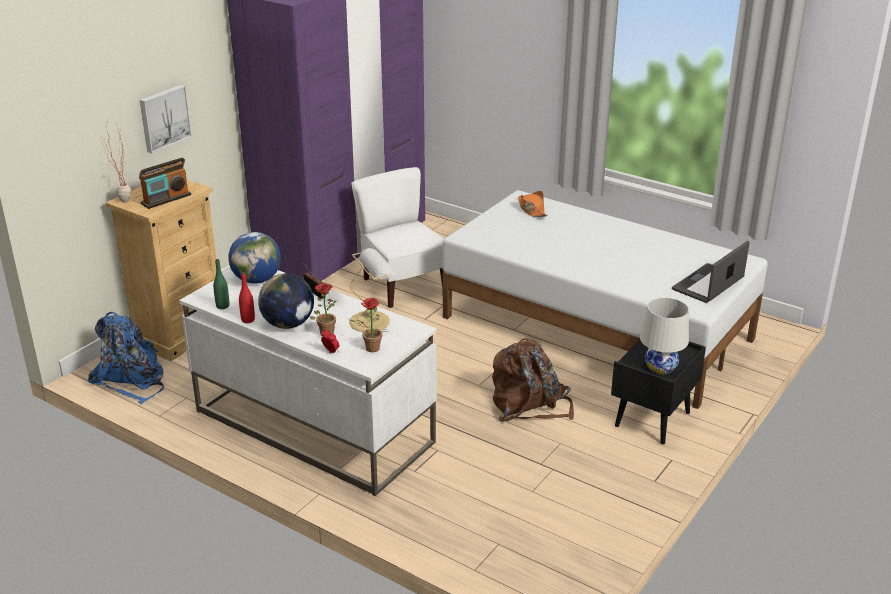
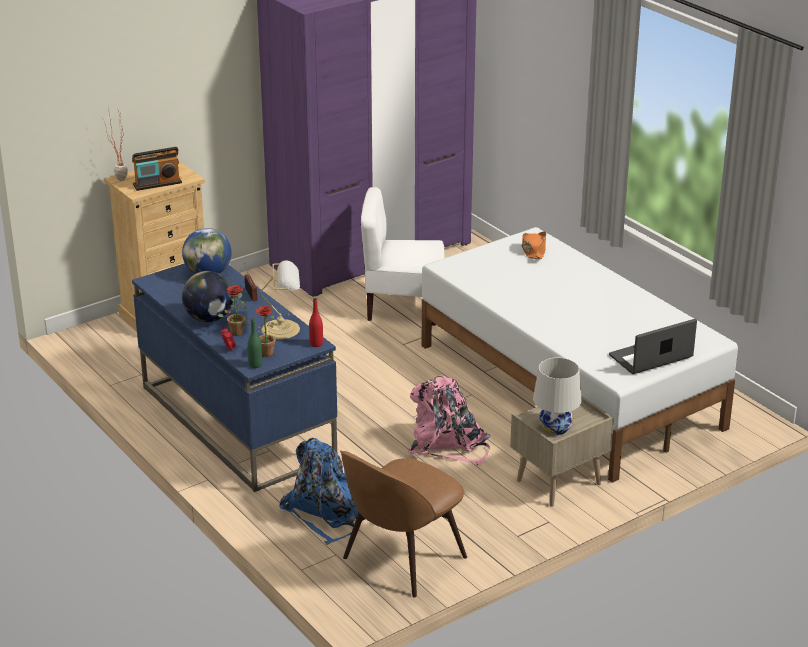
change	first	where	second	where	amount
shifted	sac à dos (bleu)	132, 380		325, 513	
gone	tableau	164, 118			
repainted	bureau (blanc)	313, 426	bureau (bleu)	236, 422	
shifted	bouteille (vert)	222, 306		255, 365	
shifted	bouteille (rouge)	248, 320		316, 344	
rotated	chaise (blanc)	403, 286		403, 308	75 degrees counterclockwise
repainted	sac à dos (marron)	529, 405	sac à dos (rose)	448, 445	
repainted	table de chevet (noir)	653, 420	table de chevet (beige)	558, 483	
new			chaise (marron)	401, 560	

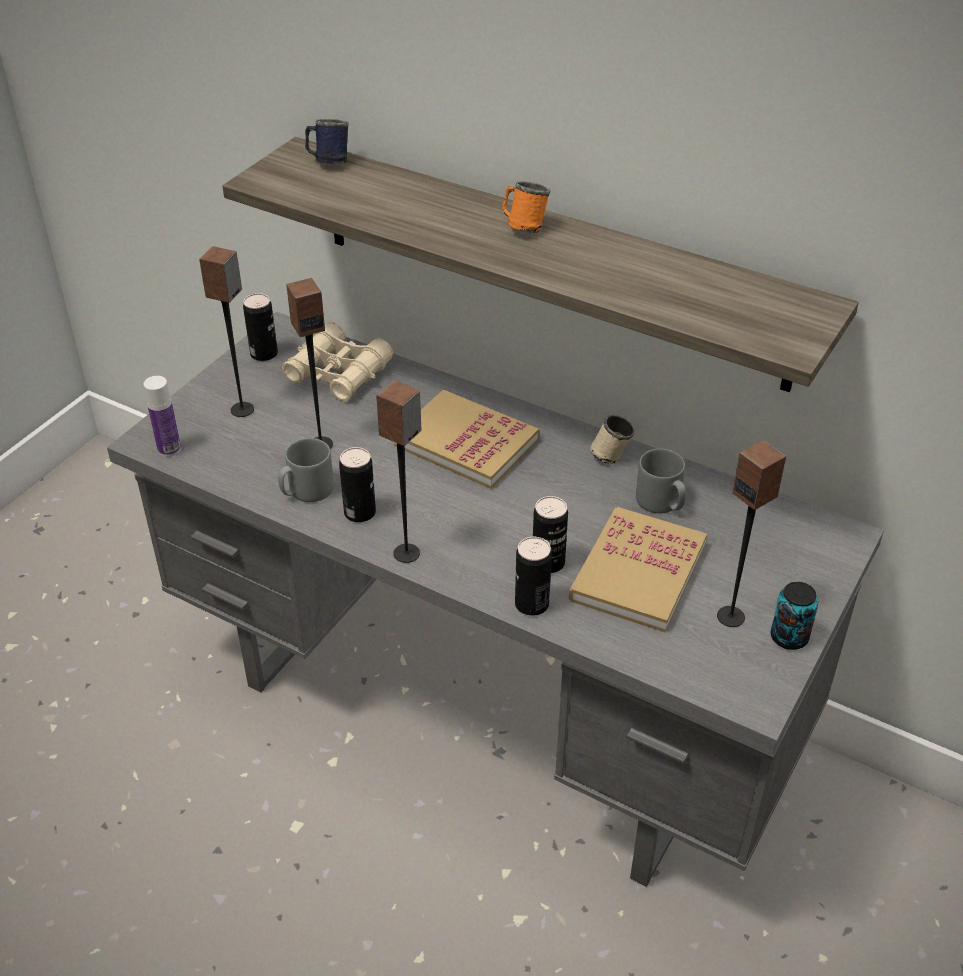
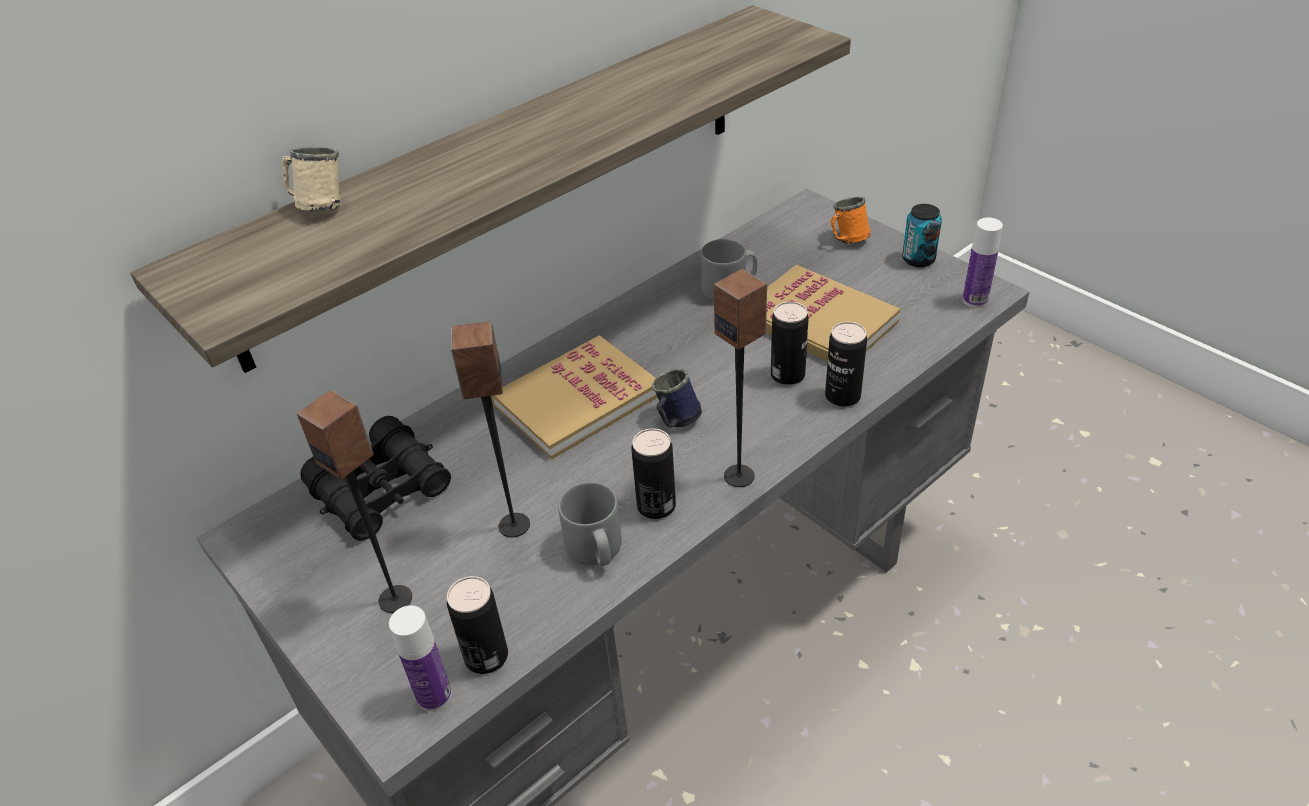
change	first	where	second	where	amount
shifted	boîte métallique	264, 354		486, 656	
repainted	jumelles (beige)	338, 373	jumelles (noir)	381, 490	
shifted	mug (bleu)	328, 162		675, 422	
shifted	mug (orange)	523, 227		846, 241	
shifted	mug (beige)	610, 453		318, 206	
gone	enceinte	731, 616			
new			bouteille	975, 300	

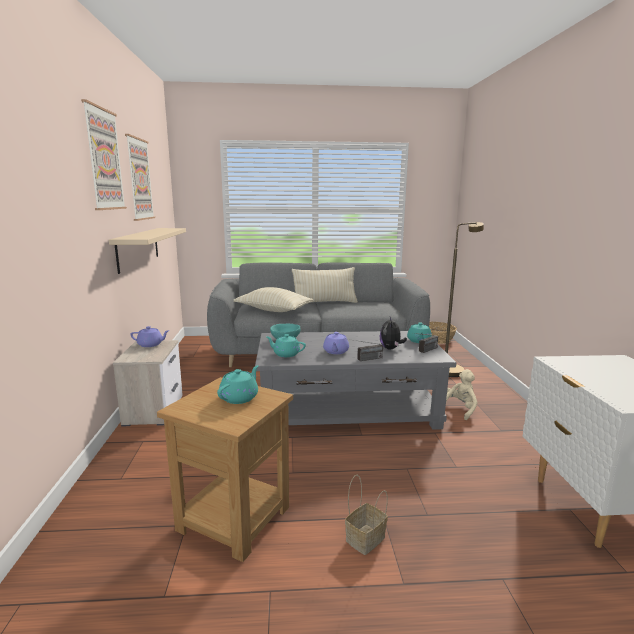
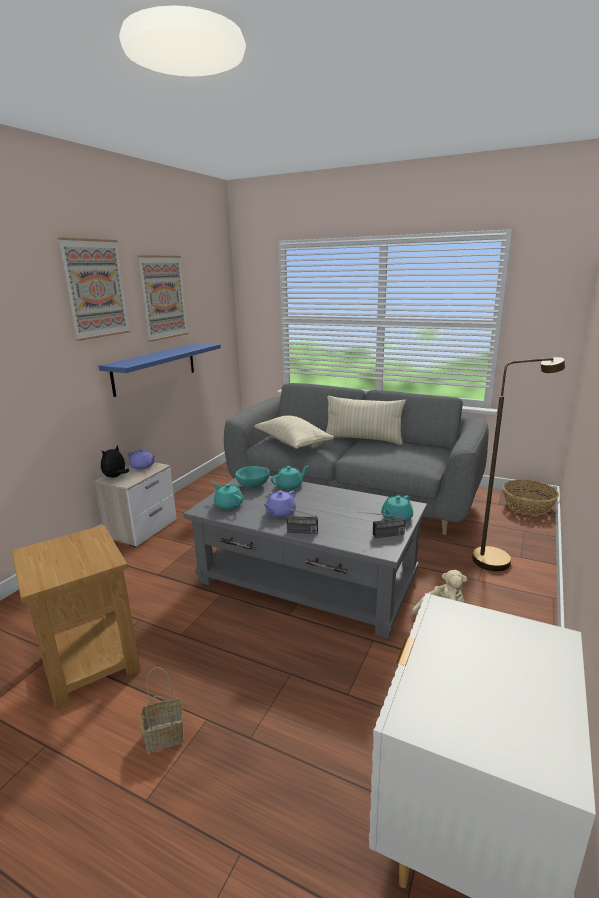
change	first	where	second	where	amount
repainted	étagère (beige)	138, 248	étagère (bleu)	155, 368	
shifted	théière (turquoise)	239, 397		290, 485	
shifted	peluche	391, 348		115, 477	

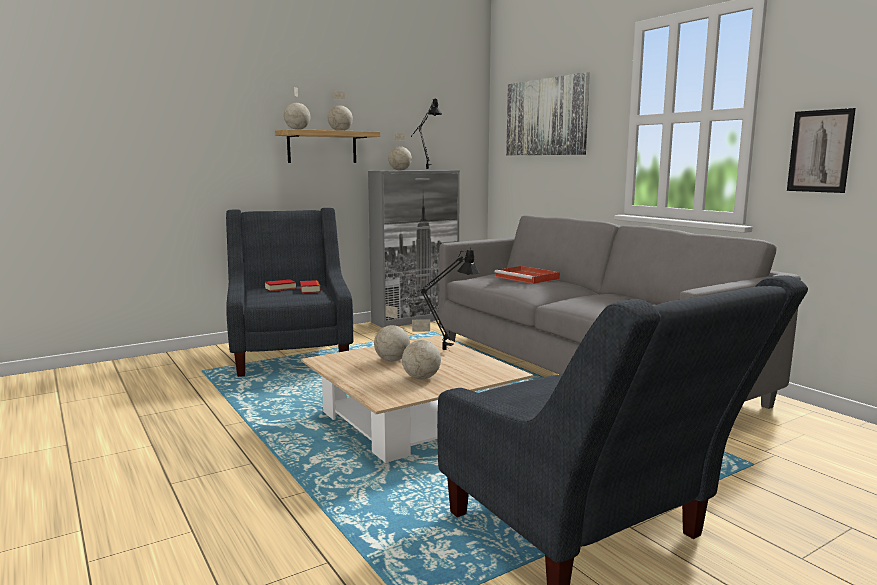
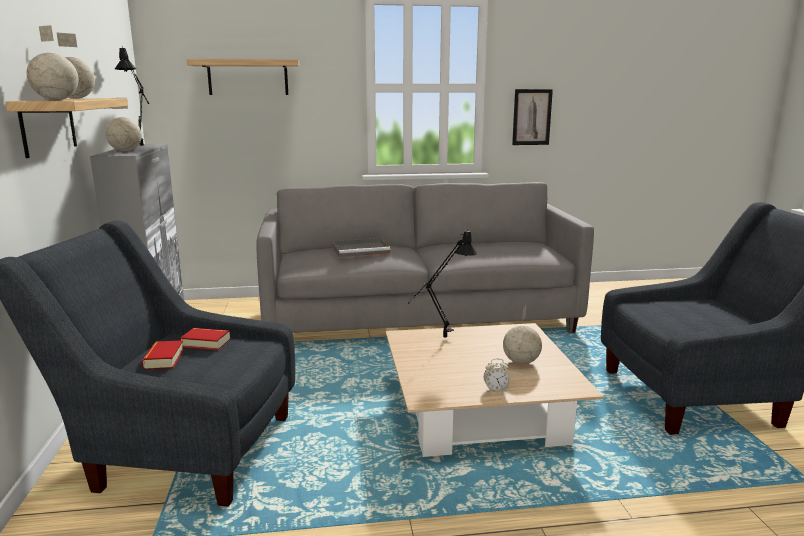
change	first	where	second	where	amount
gone	globe	392, 360			
repainted	plateau (rouge)	528, 278	plateau (gris)	361, 250	
swapped	tableau	546, 117	étagère	248, 78	
new			réveil	496, 389	

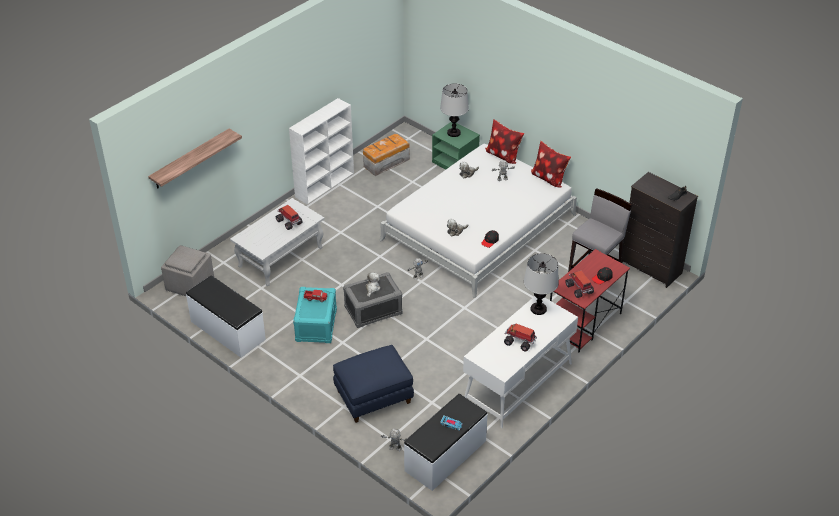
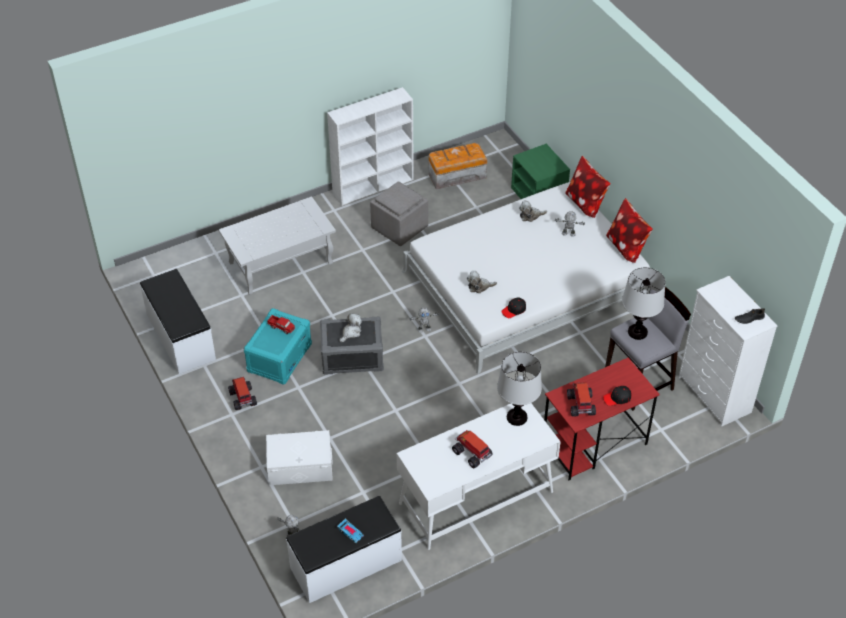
change	first	where	second	where	amount
gone	étagère	190, 159			
shifted	pouf (gris)	190, 284		399, 227	
shifted	camion jouet	289, 222		243, 399	
swapped	pouf (bleu)	373, 397	boîte de rangement (blanc)	300, 466	
shifted	lampe de table	454, 133		637, 332	
repainted	commode (noir)	651, 268	commode (blanc)	714, 395	

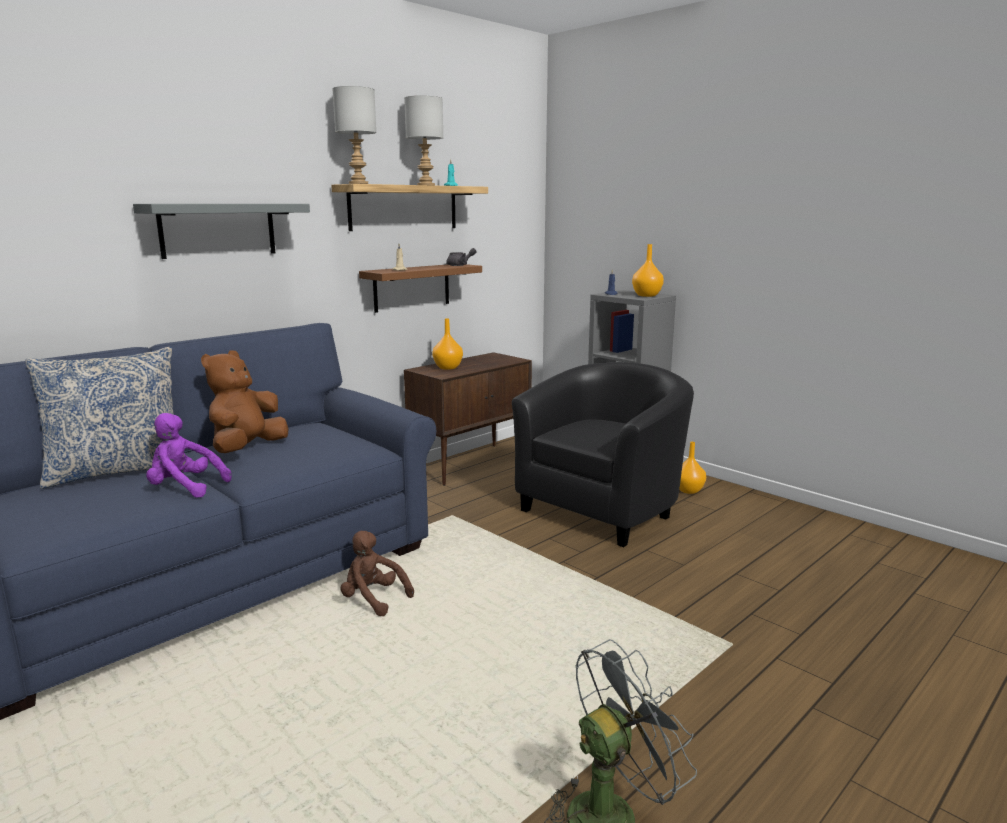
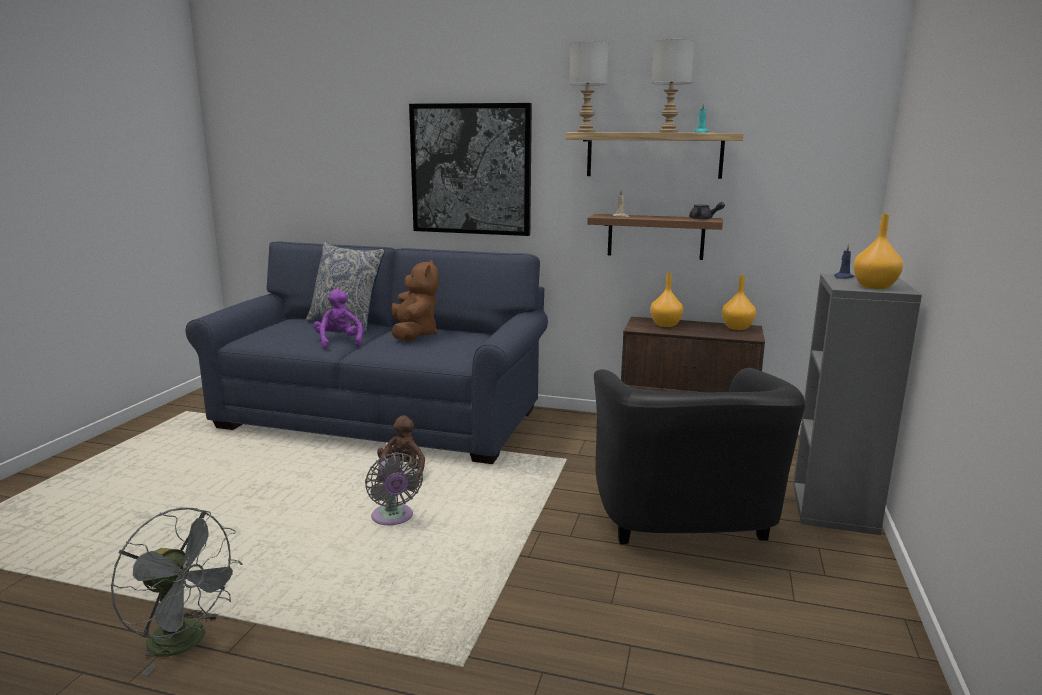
change	first	where	second	where	amount
swapped	étagère (gris)	218, 230	tableau	471, 169	
rotated	peluche (marron)	247, 449		414, 334	90 degrees clockwise
rotated	fauteuil (noir)	604, 509		684, 525	75 degrees clockwise
shifted	vase (orange)	688, 490		736, 327	
new			ventilateur (gris)	393, 518	

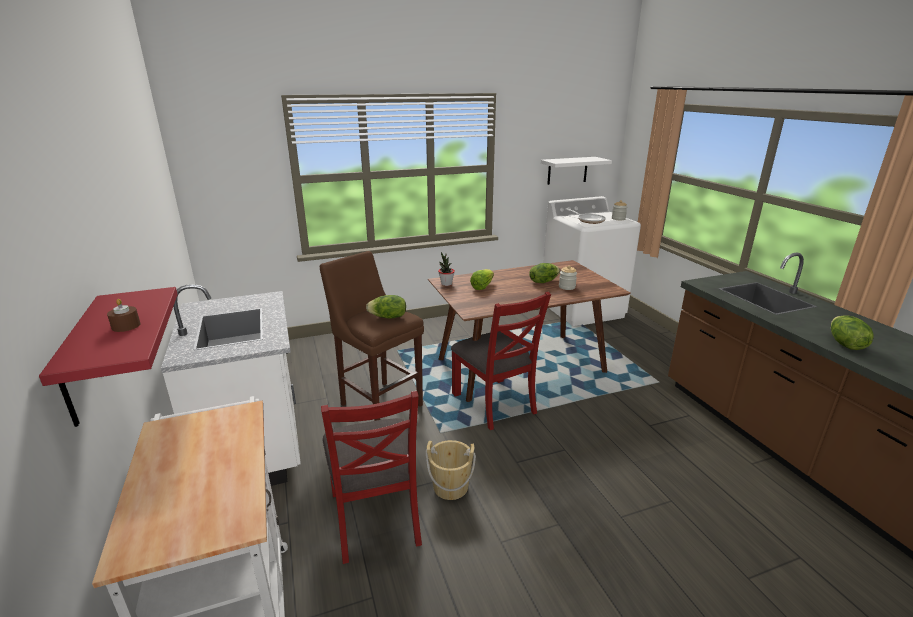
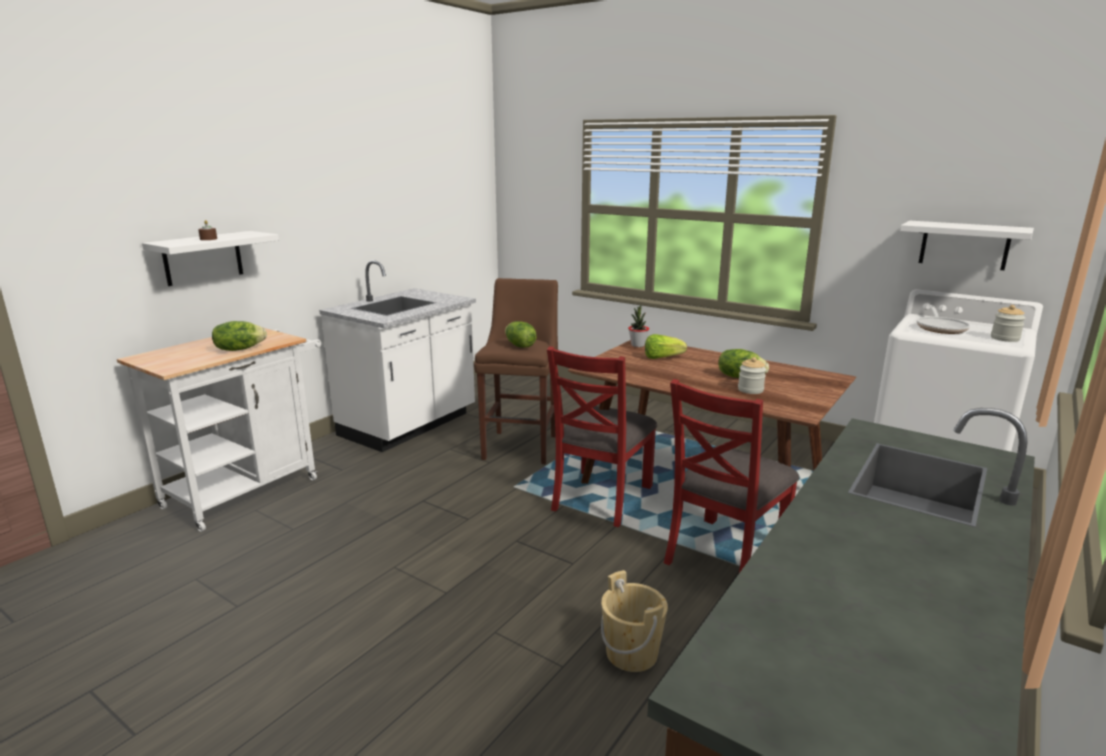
change	first	where	second	where	amount
repainted	étagère (rouge)	83, 360	étagère (blanc)	203, 258	
shifted	chaise (rouge)	376, 517		724, 555	
shifted	seau (beige)	450, 487		631, 653	
shifted	laitue	844, 344		239, 349	

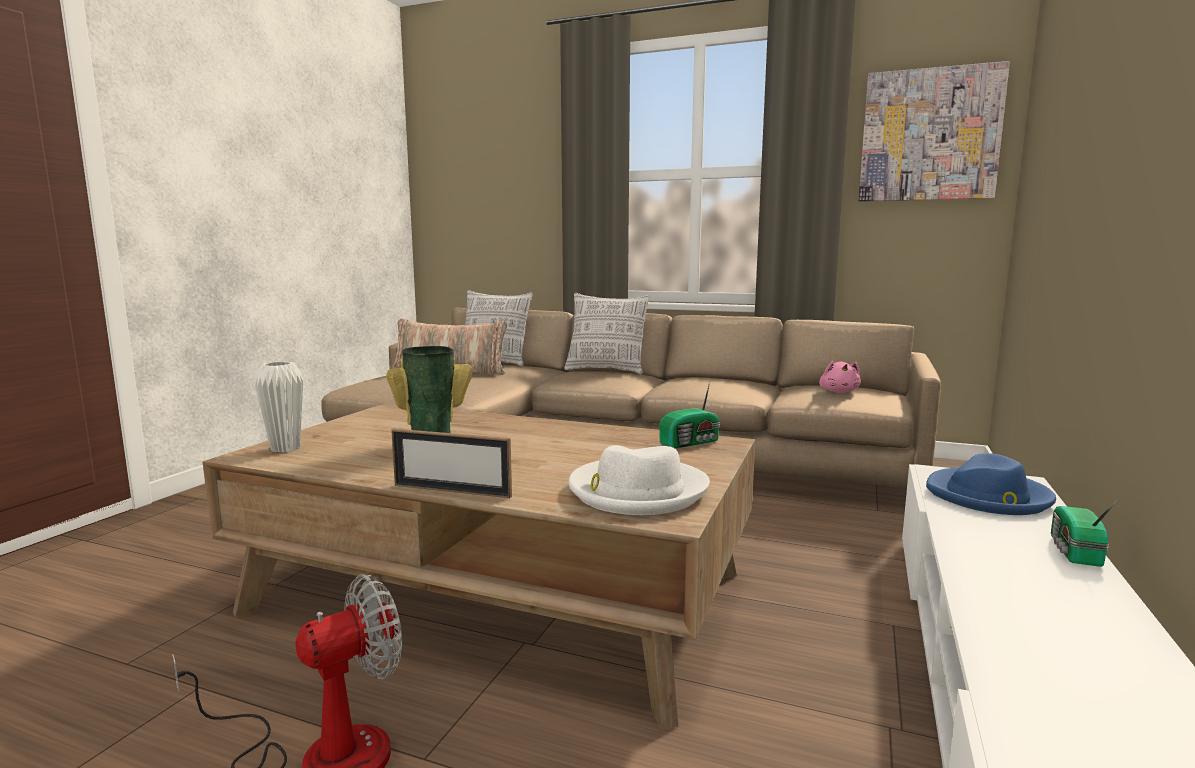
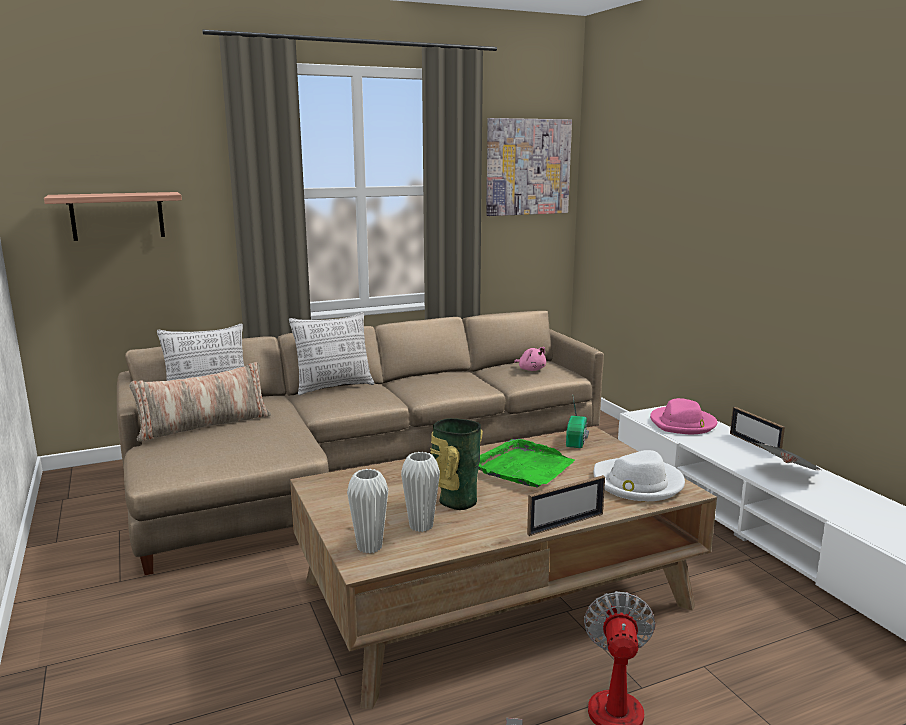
change	first	where	second	where	amount
repainted	chapeau (bleu)	988, 496	chapeau (rose)	683, 424	
swapped	radio	1073, 552	cadre photo	754, 444	
new			étagère	117, 216	
new			vase (blanc)	421, 526	
new			plateau (vert)	523, 467	
new			journal	787, 474	

